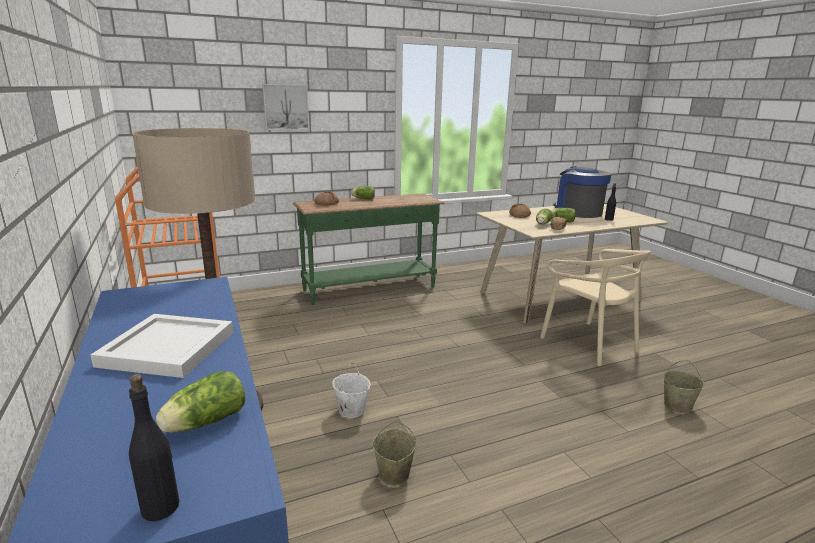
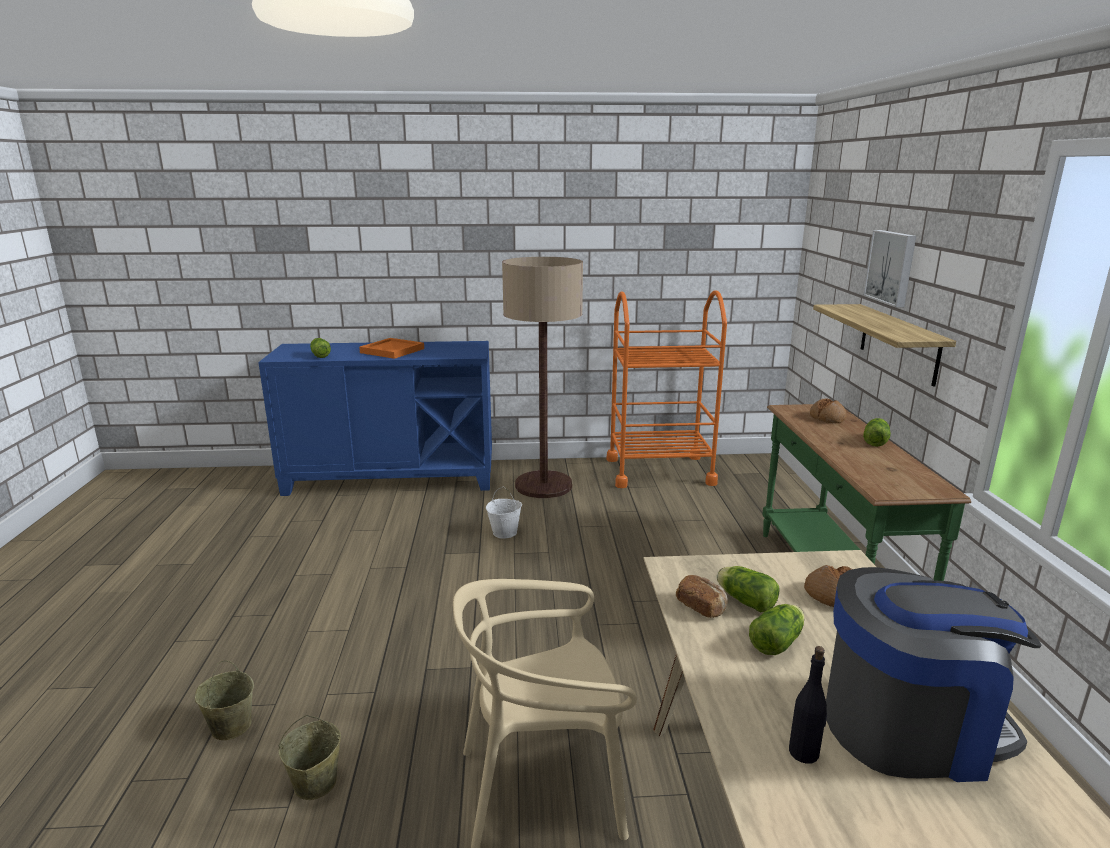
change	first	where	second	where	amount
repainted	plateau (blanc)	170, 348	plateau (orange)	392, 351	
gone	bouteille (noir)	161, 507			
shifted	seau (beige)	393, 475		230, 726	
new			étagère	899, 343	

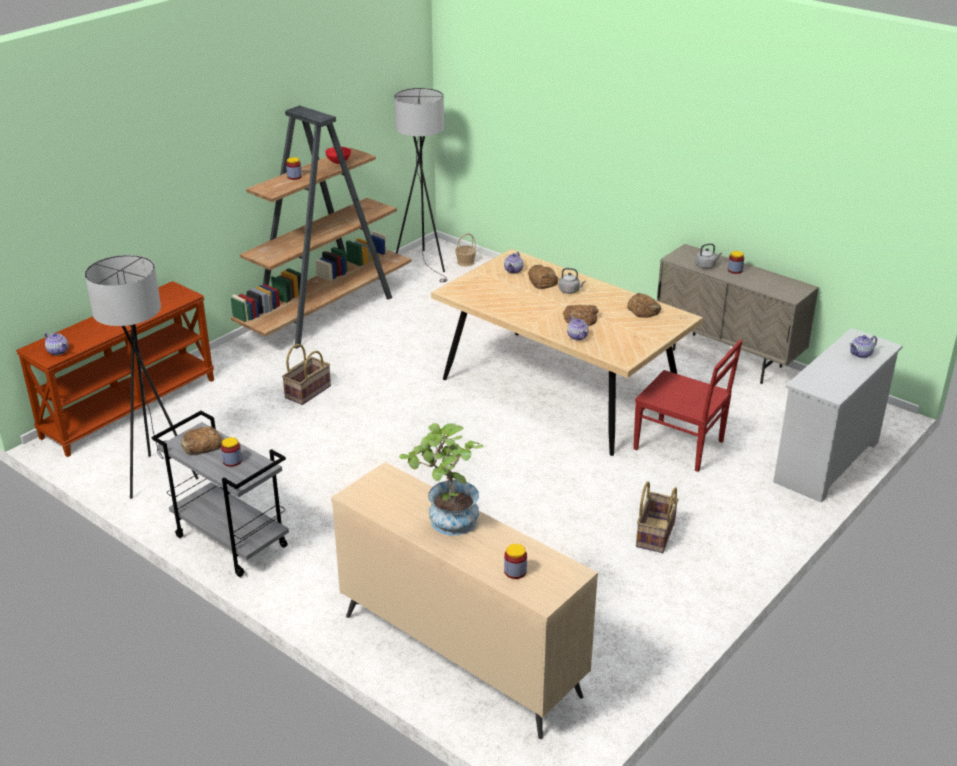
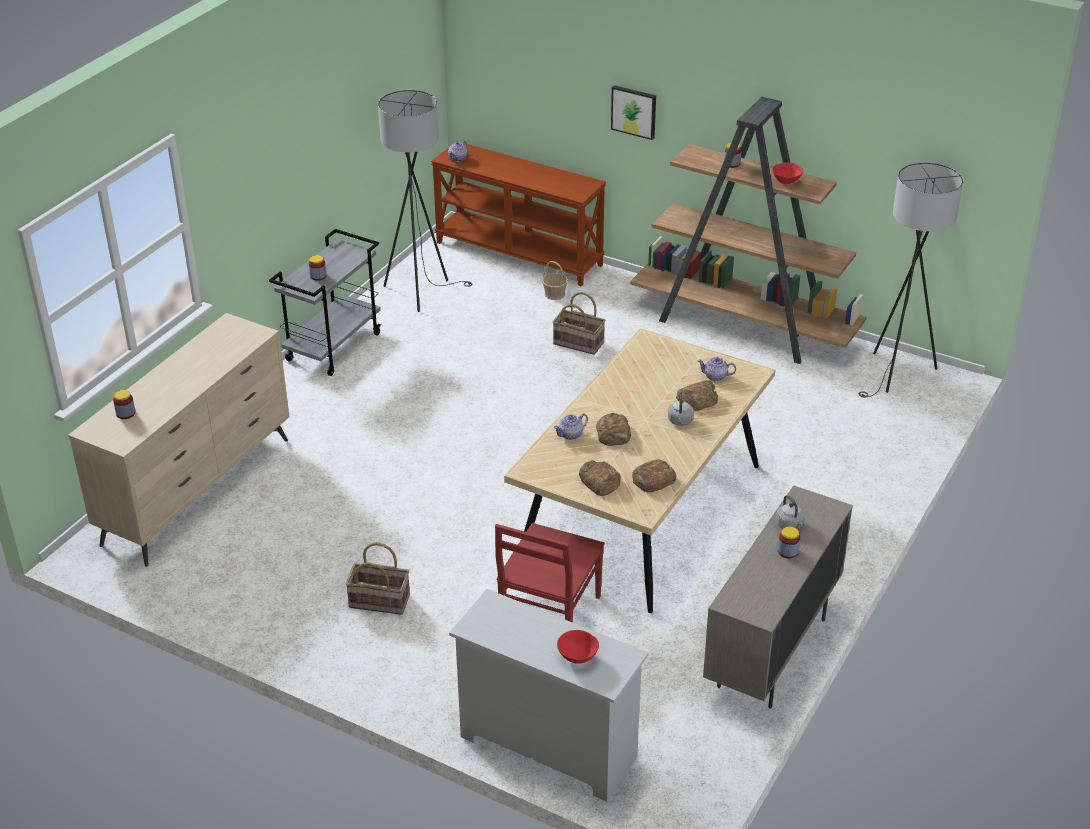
change	first	where	second	where	amount
shifted	pain	201, 445		599, 481	
gone	plante en pot	446, 522			
shifted	panier	465, 262		554, 294	
swapped	théière	861, 354	bol (rouge)	577, 658	
new			tableau	634, 111	

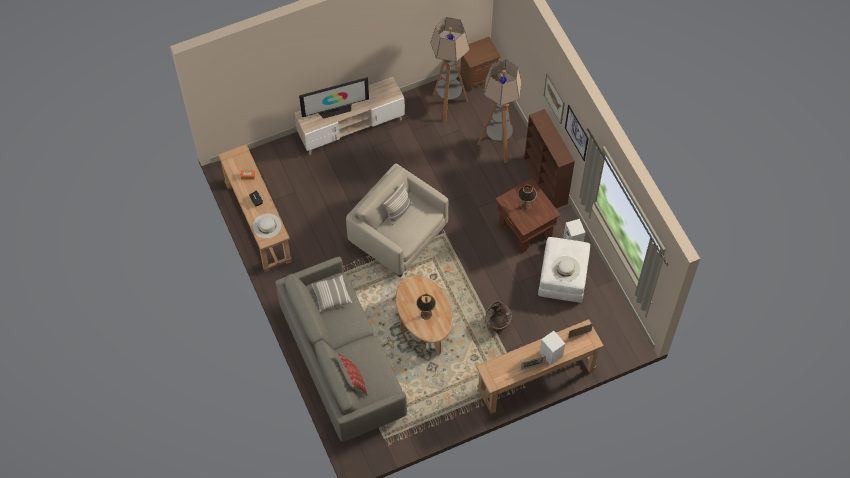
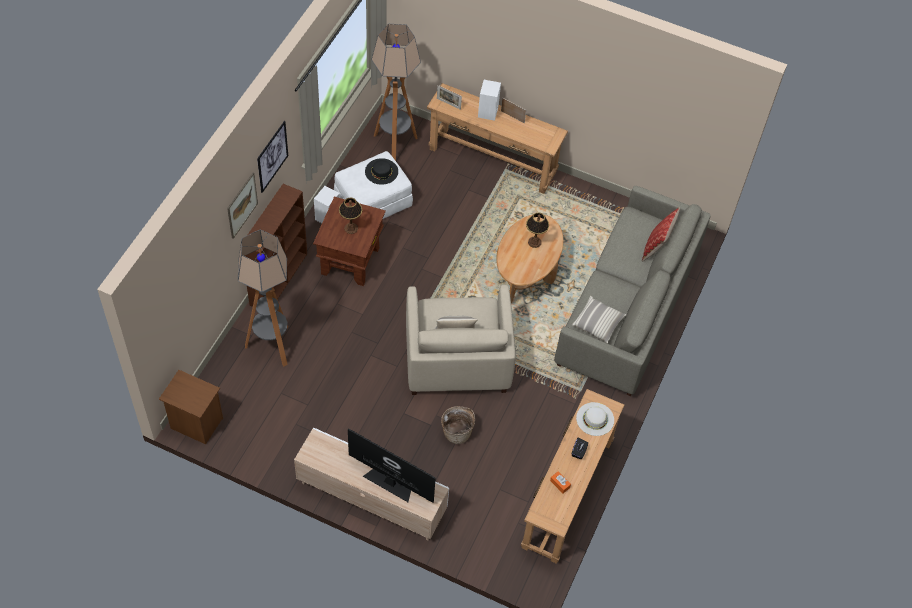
change	first	where	second	where	amount
shifted	lampadaire	448, 105		395, 145	
shifted	panier	497, 324		457, 431	
repainted	chapeau (blanc)	565, 268	chapeau (noir)	381, 171	

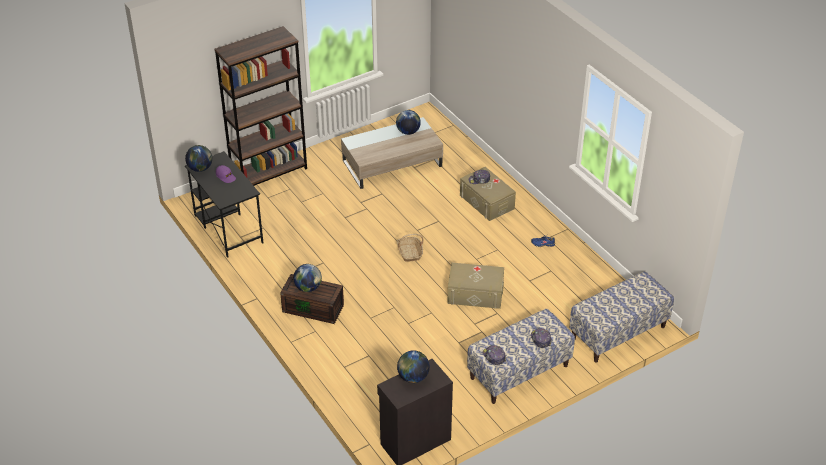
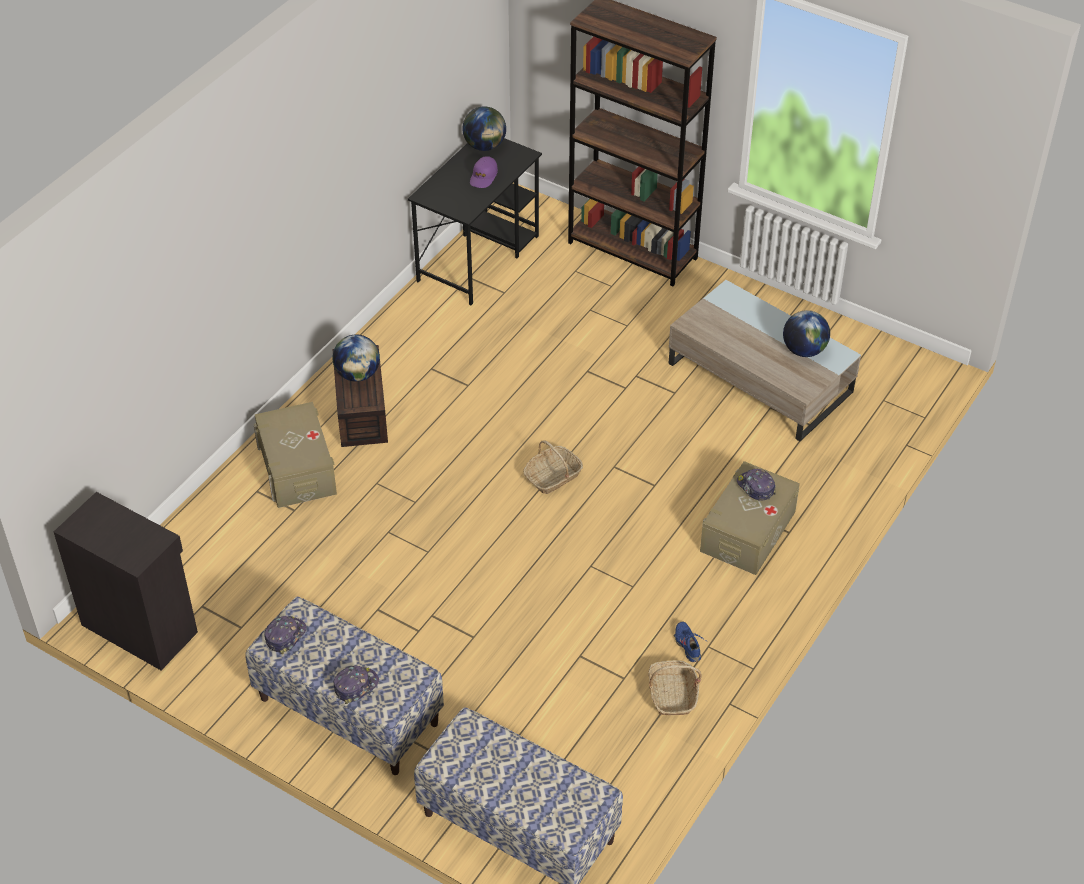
change	first	where	second	where	amount
gone	globe	413, 377			
shifted	boîte de rangement (beige)	475, 294		297, 468	
new			panier	672, 695	

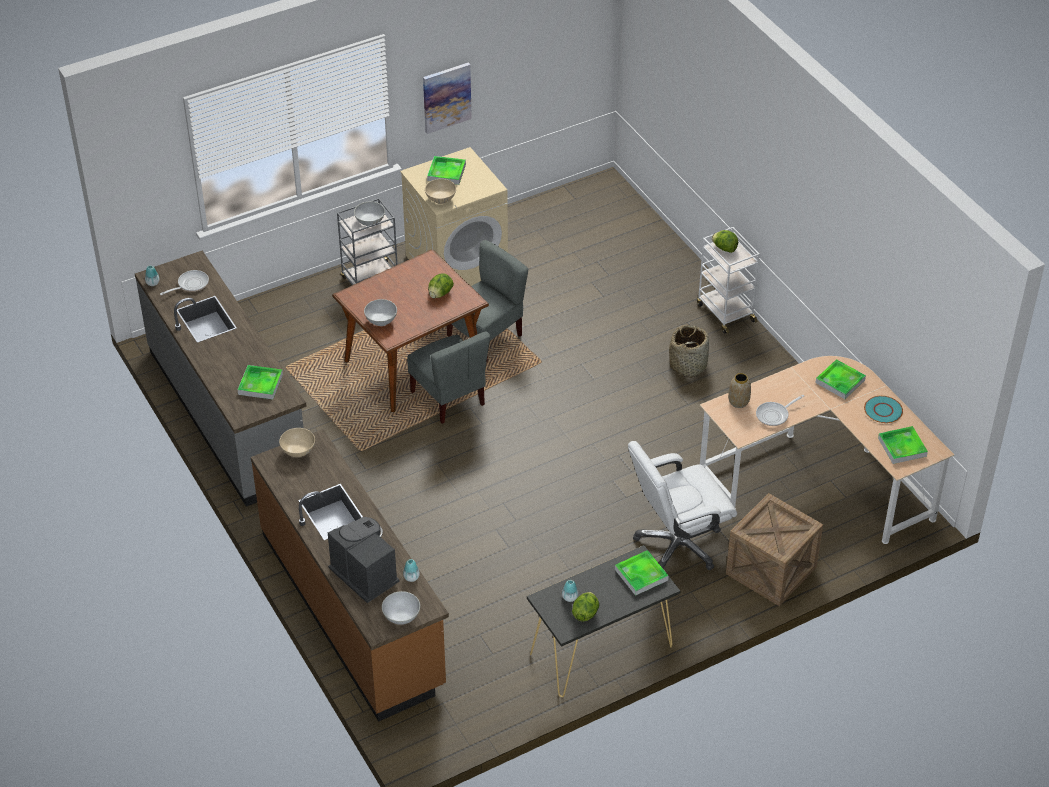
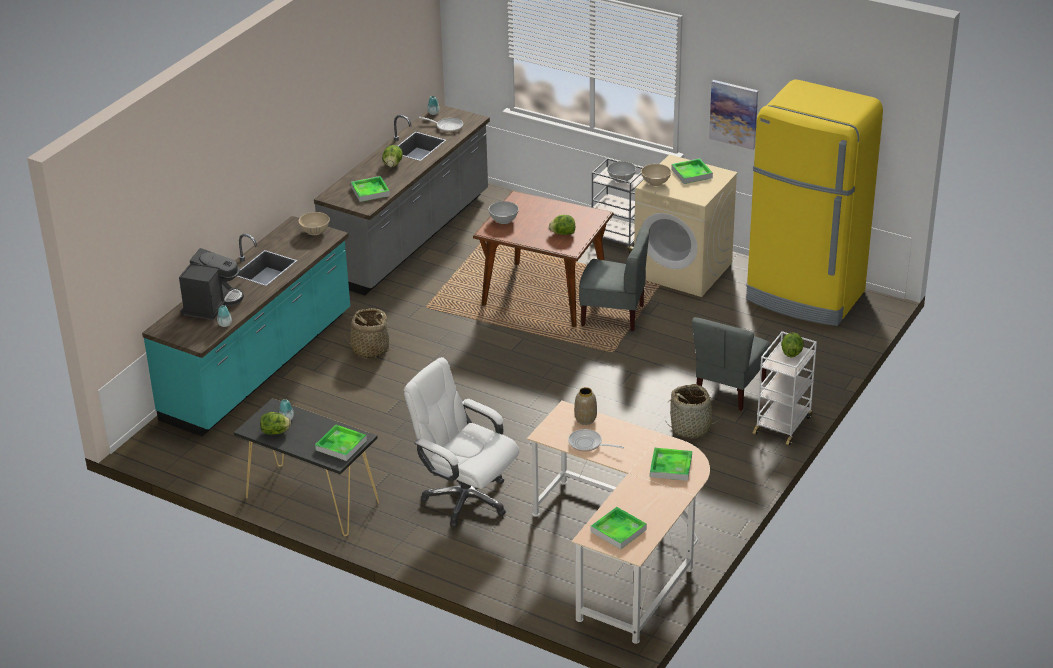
change	first	where	second	where	amount
repainted	comptoir de cuisine (marron)	353, 609	comptoir de cuisine (turquoise)	259, 367	
gone	bol (blanc)	401, 617			
shifted	chaise (gris)	449, 398		729, 390	
gone	caisse	771, 570			
gone	assiette (turquoise)	883, 410			
new			panier	370, 349	
new			laitue	392, 165	
new			réfrigérateur (jaune)	805, 296	

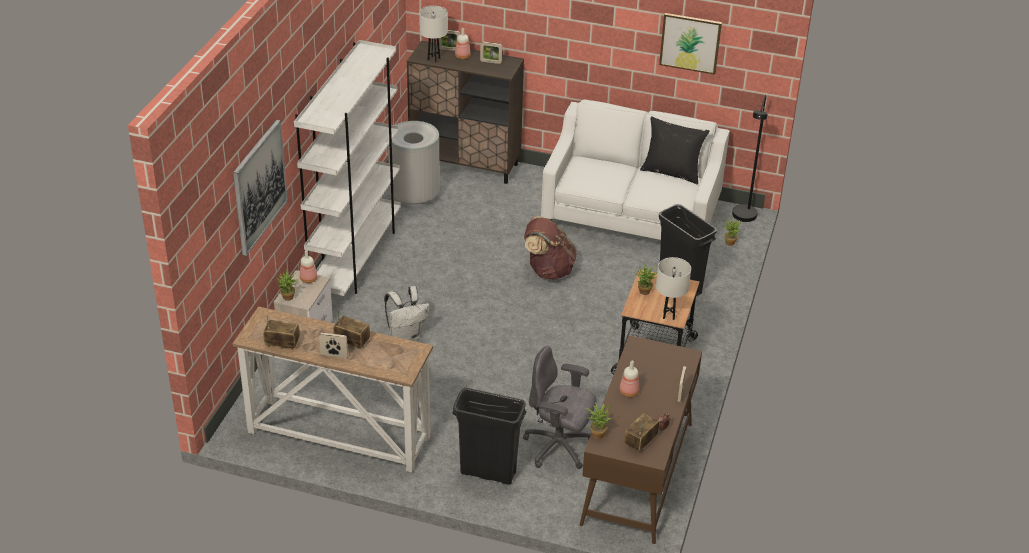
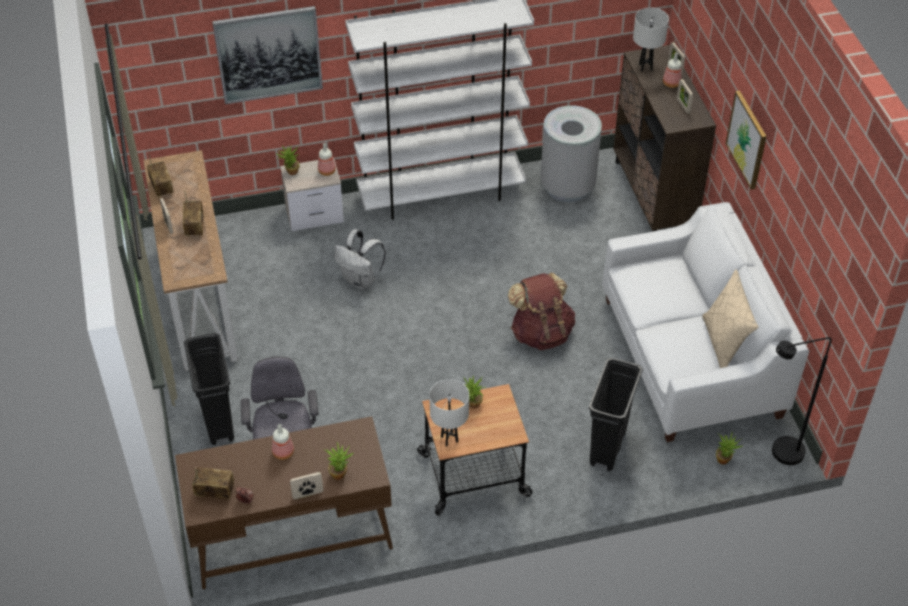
change	first	where	second	where	amount
shifted	plante en pot	597, 433		340, 473	
repainted	coussin (noir)	672, 172	coussin (beige)	724, 343	
shifted	tableau	690, 43		747, 139	

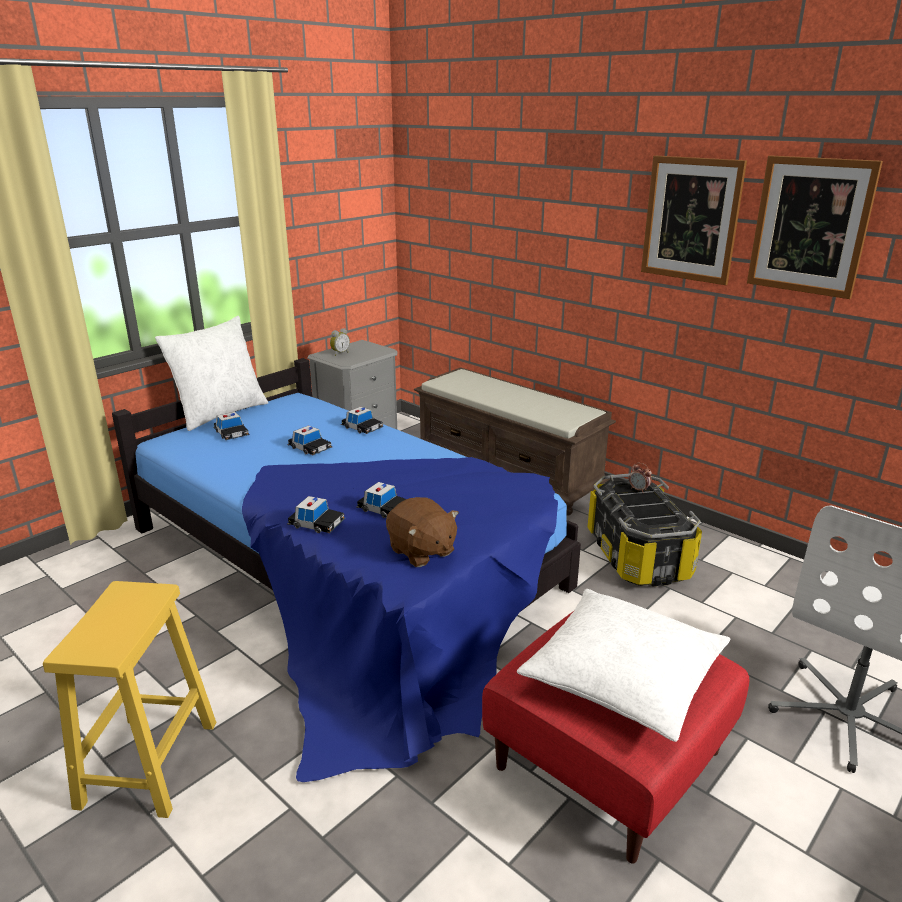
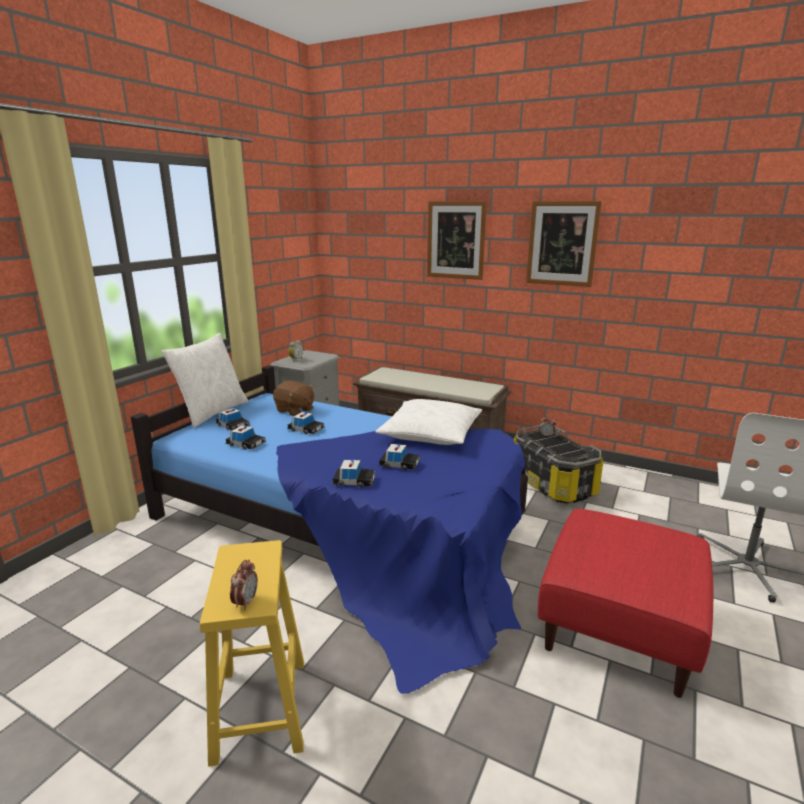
change	first	where	second	where	amount
shifted	petite voiture	362, 427		246, 444	
shifted	peluche (marron)	421, 551		295, 410	
shifted	coussin (blanc)	623, 675		430, 433	
shifted	tableau	810, 226		456, 240	
new			réveil	246, 602	

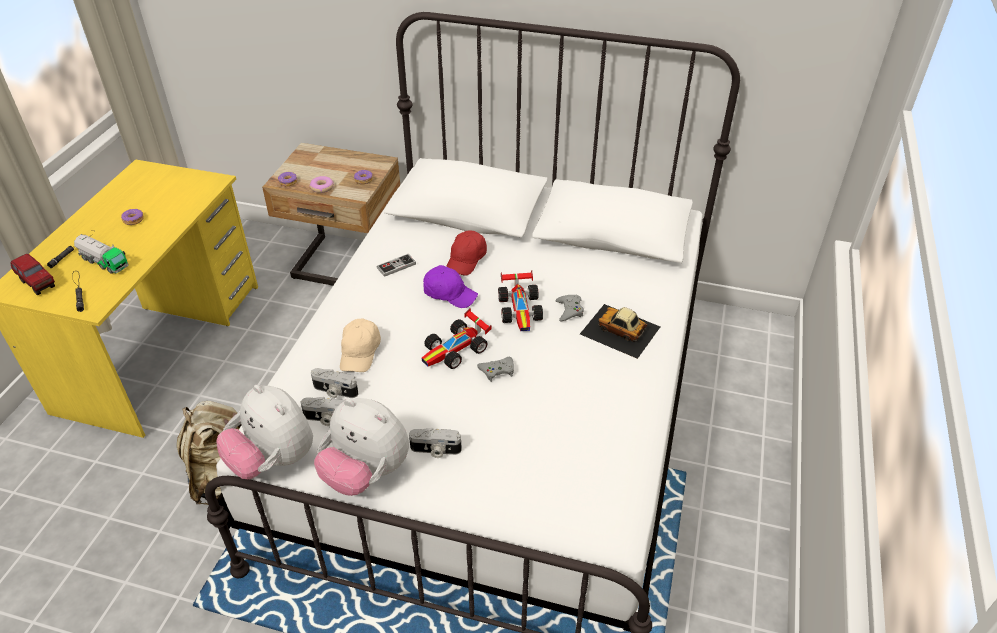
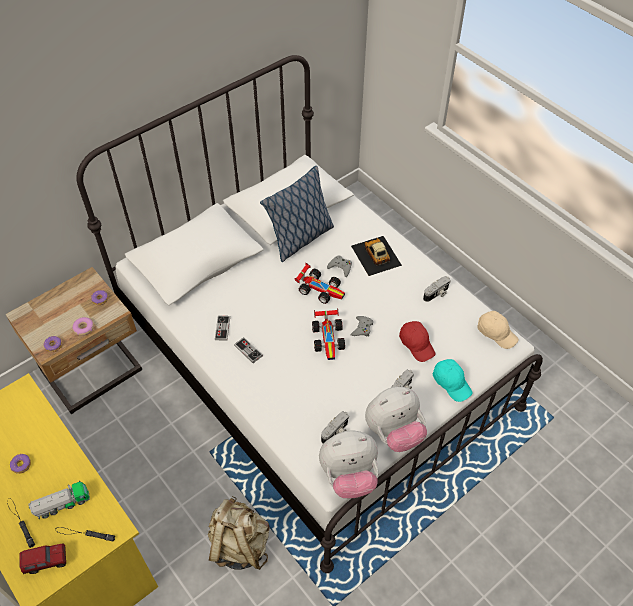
change	first	where	second	where	amount
shifted	appareil photo	334, 391		436, 294	
shifted	casquette (beige)	360, 352		496, 333	
gone	casquette (violet)	449, 294			
shifted	casquette (rouge)	466, 260		416, 344	
rotated	petite voiture	620, 330		376, 255	90 degrees clockwise
new			manette	248, 350	
new			coussin	300, 239	
new			casquette (turquoise)	451, 383	

